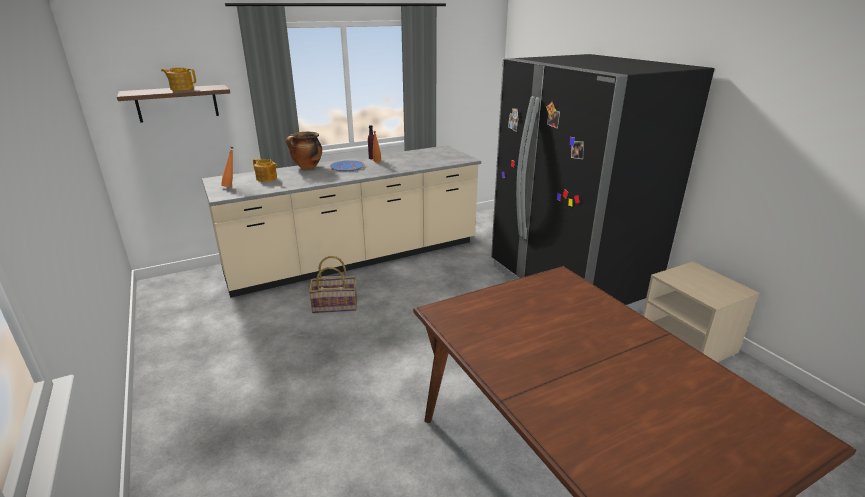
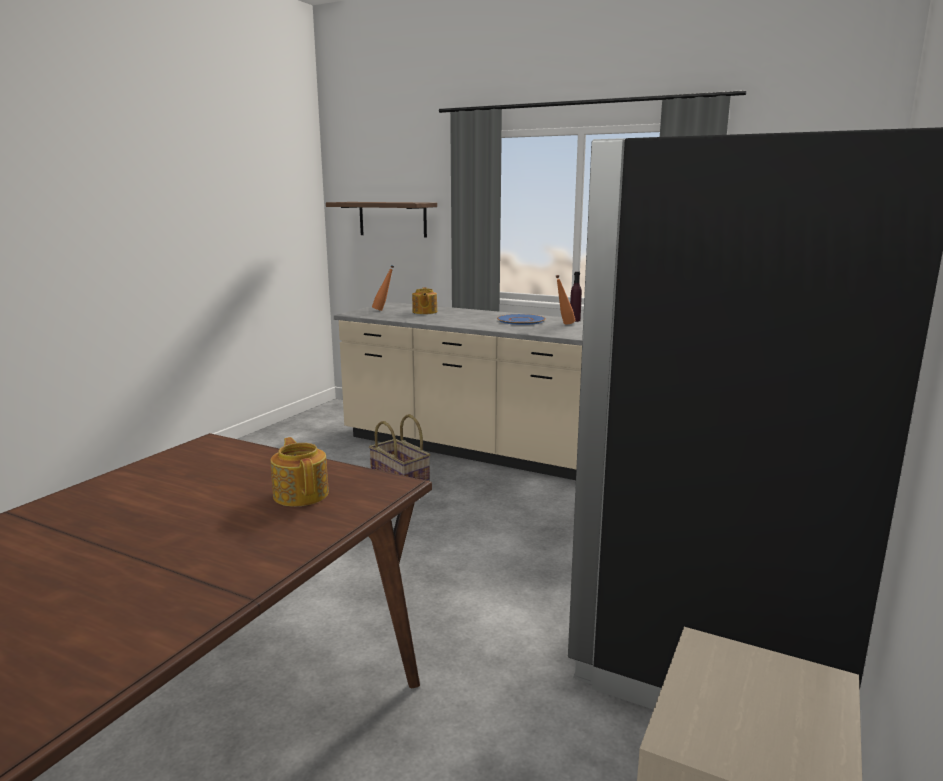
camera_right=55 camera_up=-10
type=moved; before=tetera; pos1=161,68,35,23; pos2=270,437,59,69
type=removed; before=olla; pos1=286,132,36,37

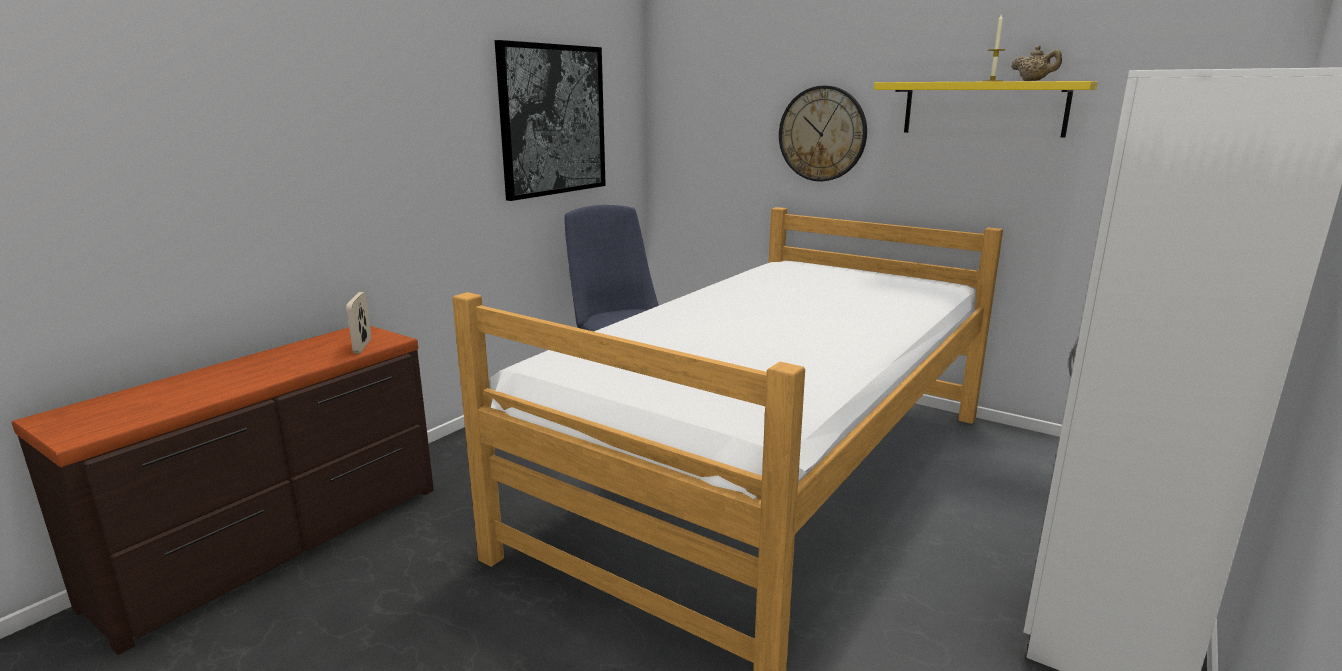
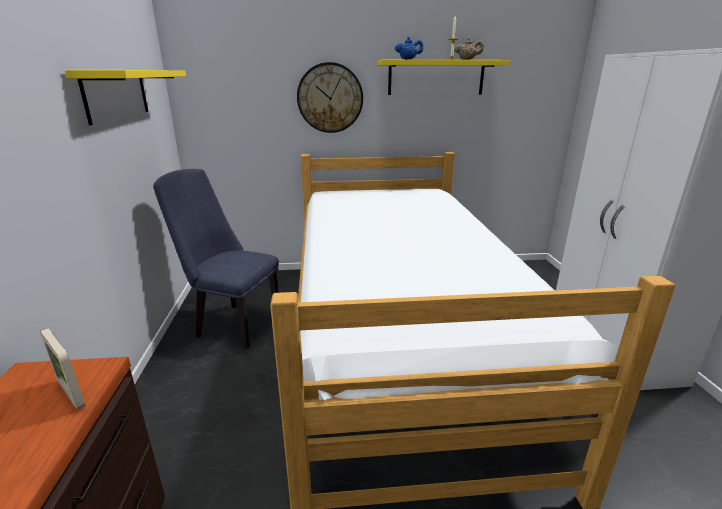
camera_right=-40 camera_up=5
type=replaced; before=cuadro; after=estante/amarillo; pos1=495,40,111,161; pos2=65,70,121,55
type=added; after=tetera/azul; pos2=395,37,28,23

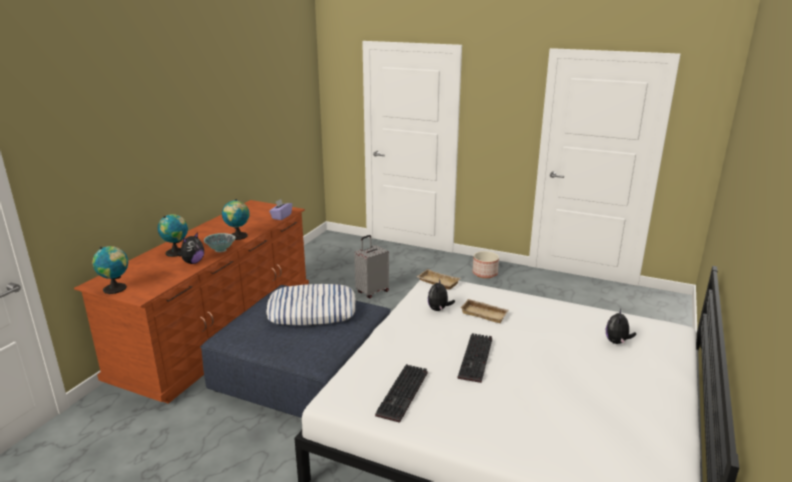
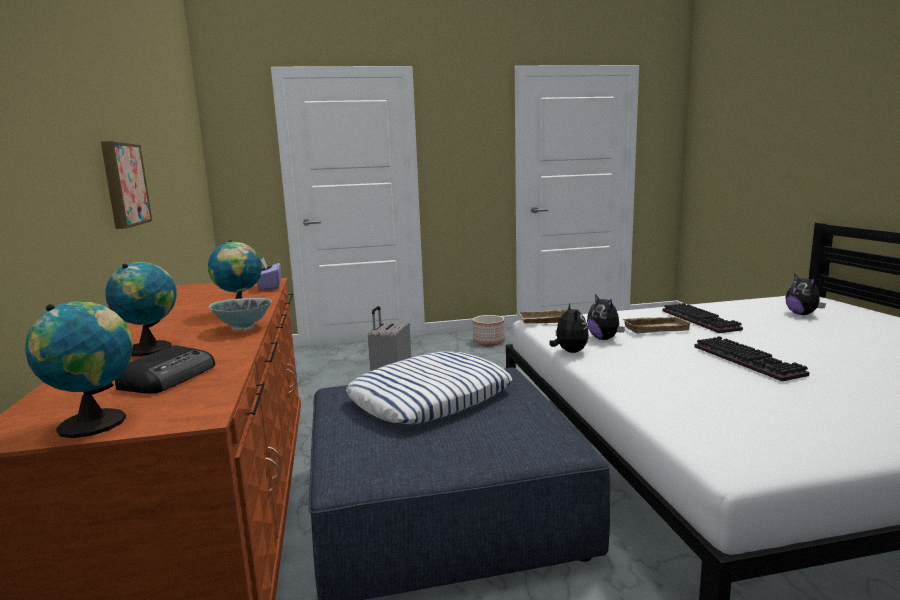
camera_right=-35 camera_up=-10
type=added; after=cuadro; pos2=101,141,51,88
type=added; after=radio; pos2=115,345,100,49
type=moved; before=peluche; pos1=177,232,27,32; pos2=549,304,40,49
type=moved; before=teclado; pos1=375,364,53,59; pos2=662,303,81,30

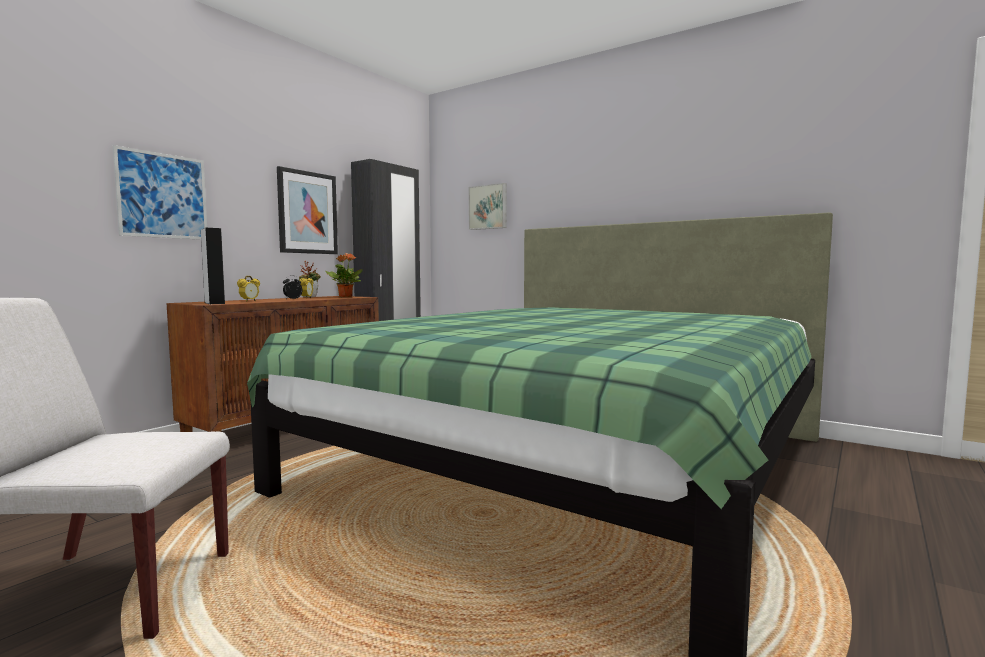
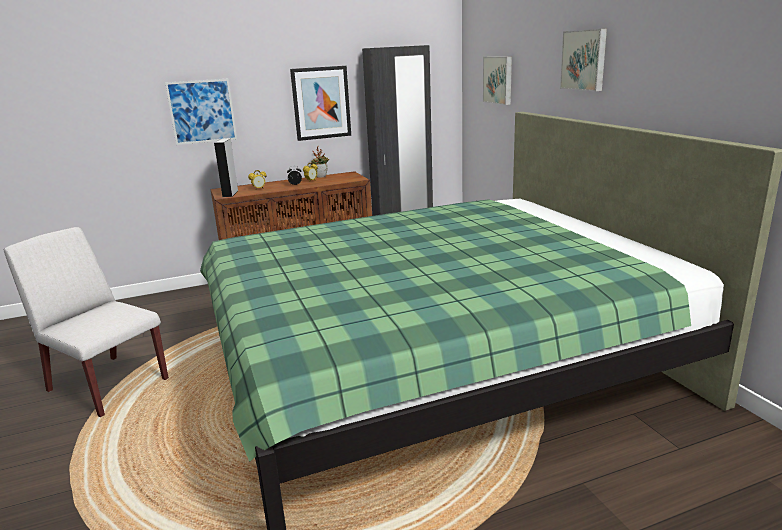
camera_right=35 camera_up=15
type=added; after=cuadro; pos2=560,29,47,62
type=removed; before=planta en maceta; pos1=325,253,38,44

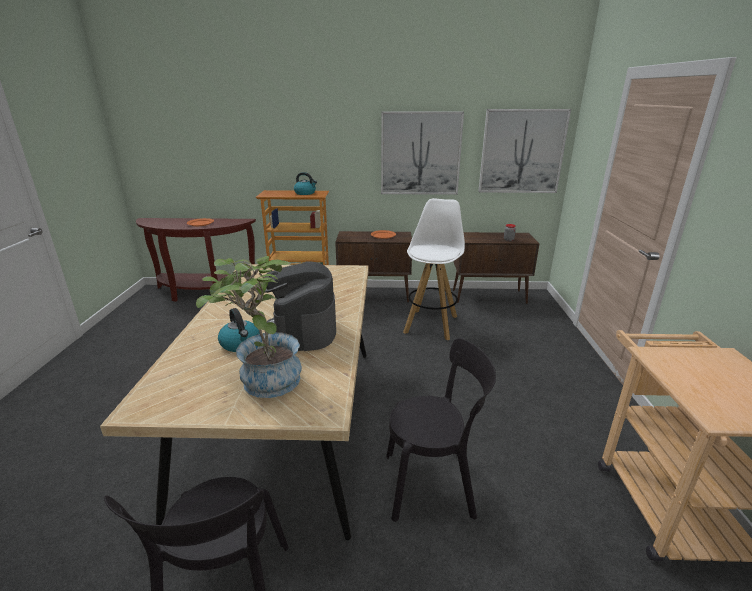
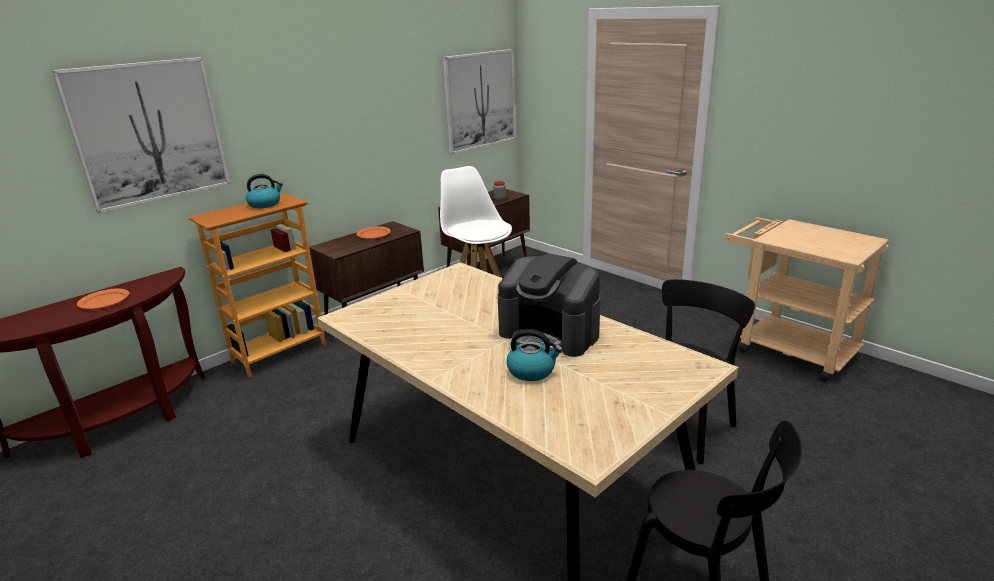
camera_right=-45 camera_up=0
type=moved; before=cuadro; pos1=381,111,83,84; pos2=51,57,179,156
type=removed; before=planta en maceta; pos1=196,256,106,142

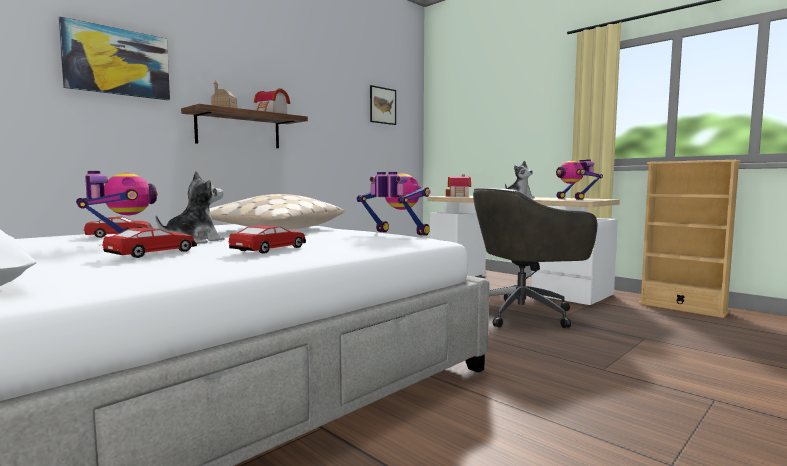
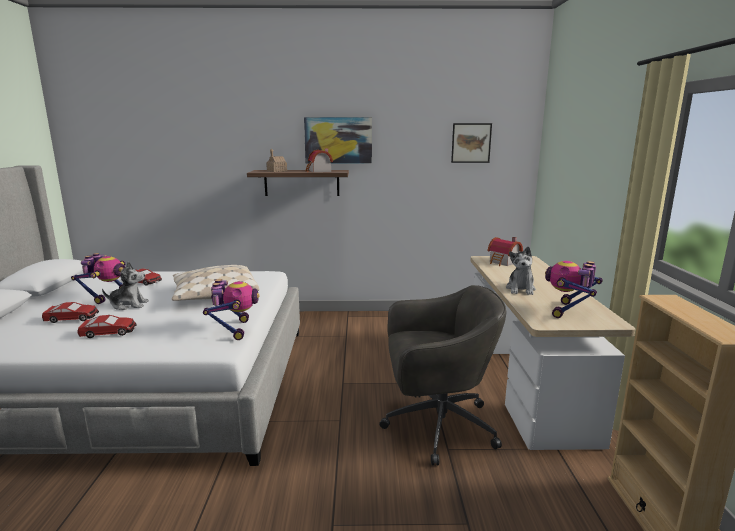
camera_right=45 camera_up=10
type=moved; before=cuadro; pos1=59,17,111,83; pos2=304,117,68,47
type=turned; before=silla de oficina/gris; pos1=473,188,124,140; pos2=379,285,128,180; turn=150

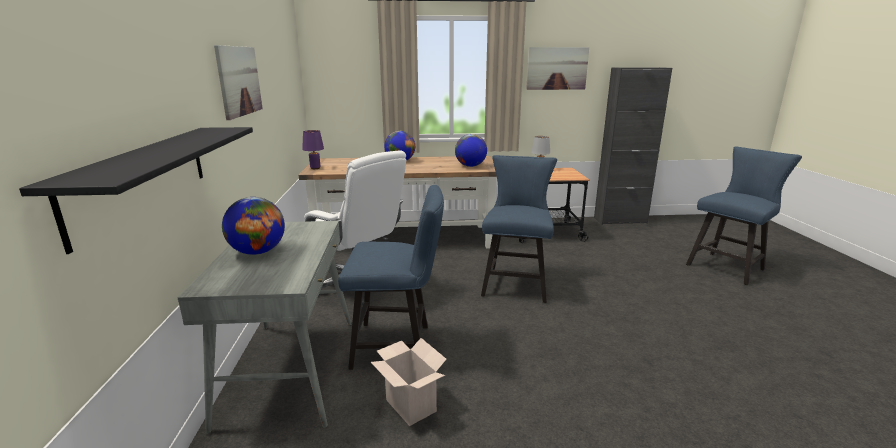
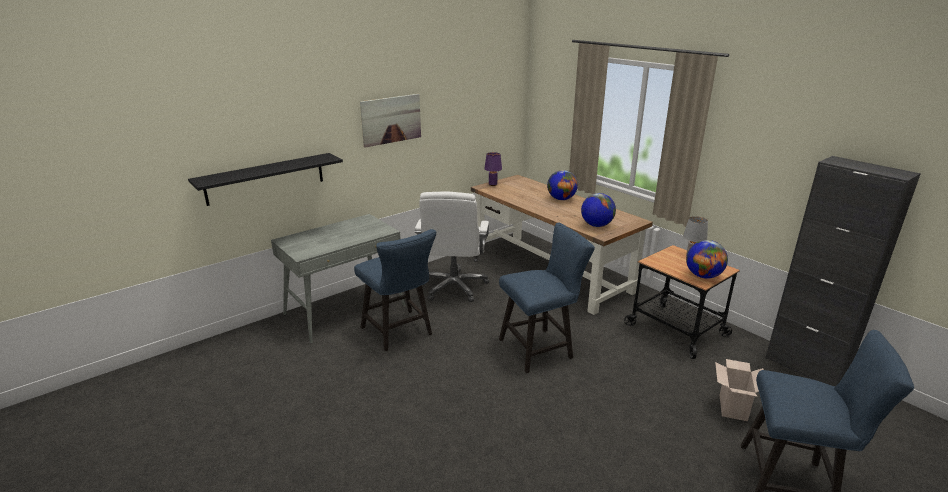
camera_right=55 camera_up=5
type=moved; before=globo terráqueo; pos1=222,197,63,58; pos2=686,240,42,38
type=moved; before=caja de cartón; pos1=371,338,76,88; pos2=715,359,49,62
type=removed; before=cuadro; pos1=526,47,63,43

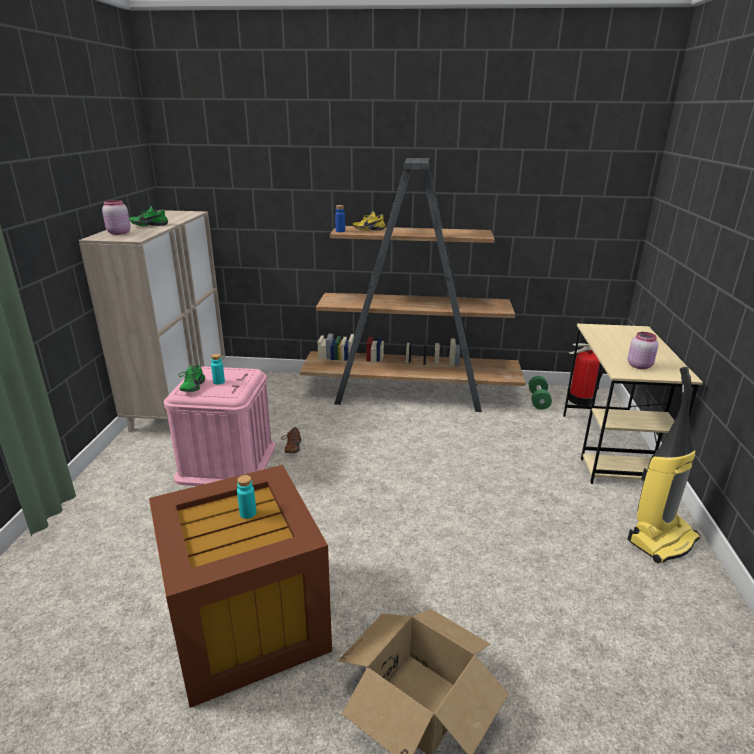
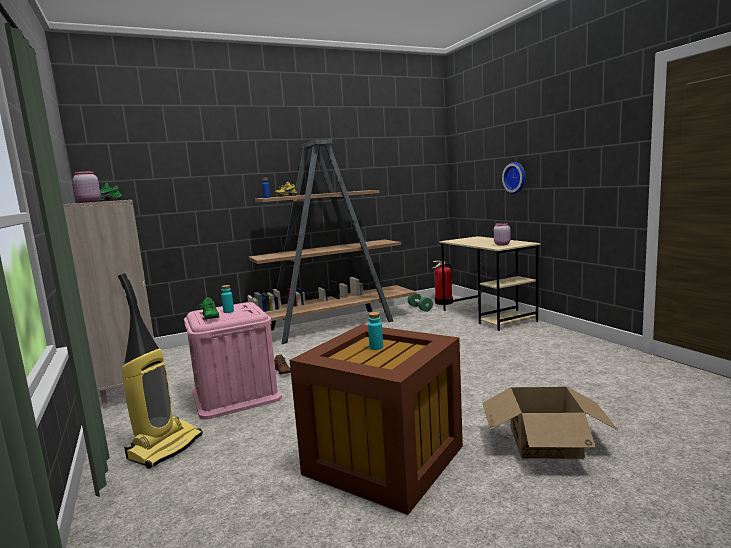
camera_right=-30 camera_up=-15
type=moved; before=aspiradora; pos1=627,367,73,196; pos2=118,273,84,196
type=added; after=reloj de pared; pos2=502,162,24,32

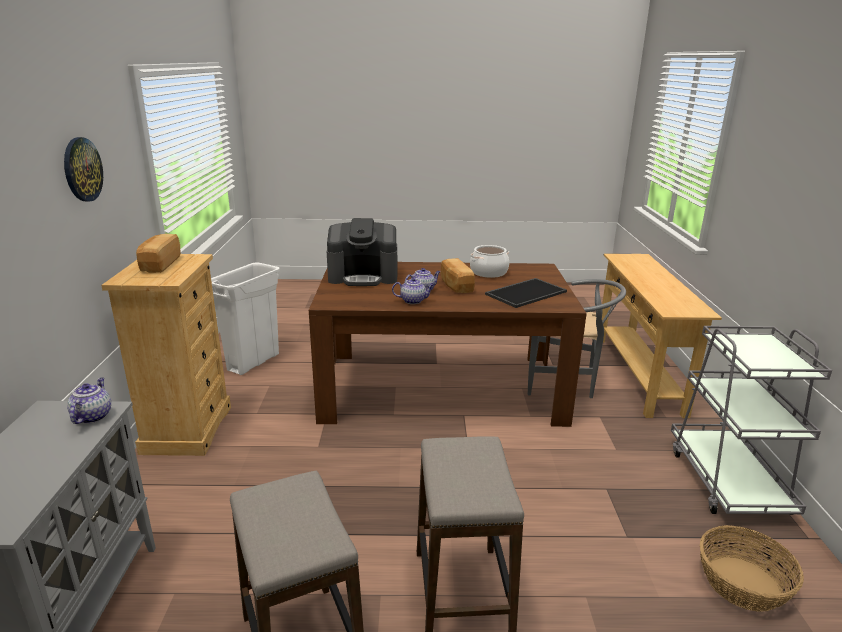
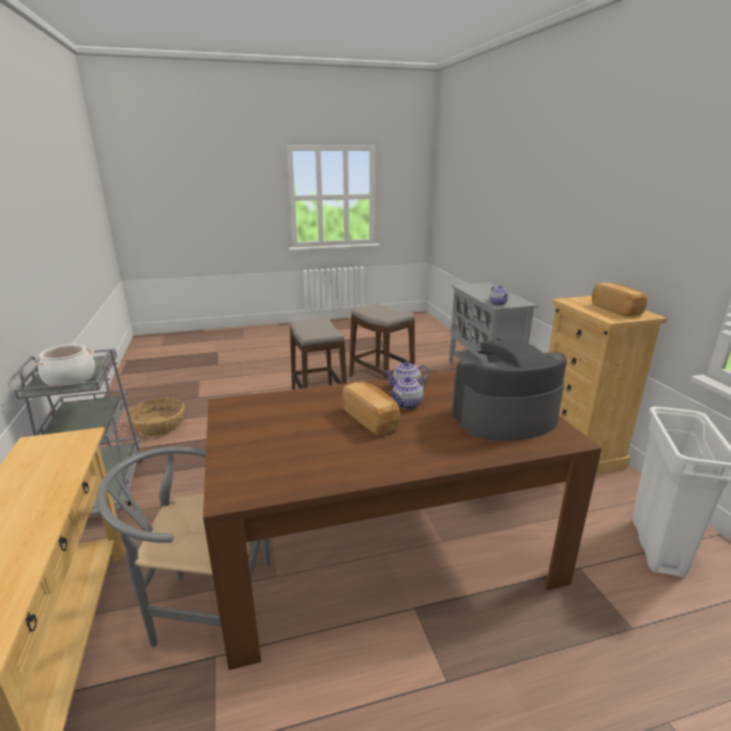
camera_right=165 camera_up=0
type=moved; before=olla; pos1=470,245,39,33; pos2=33,344,62,42
type=removed; before=reloj de pared; pos1=64,137,39,64
type=removed; before=bandeja; pos1=485,278,82,30

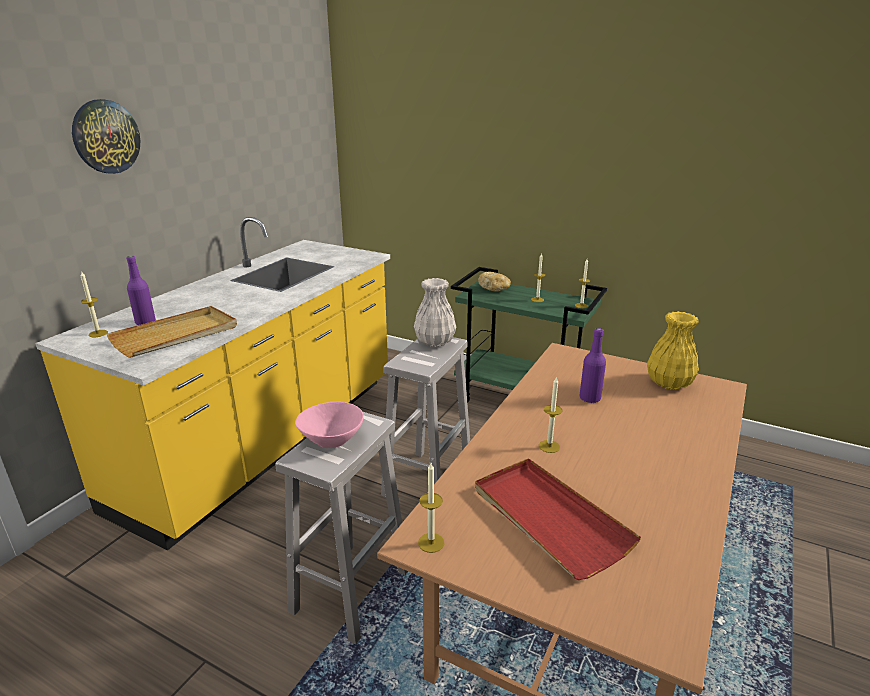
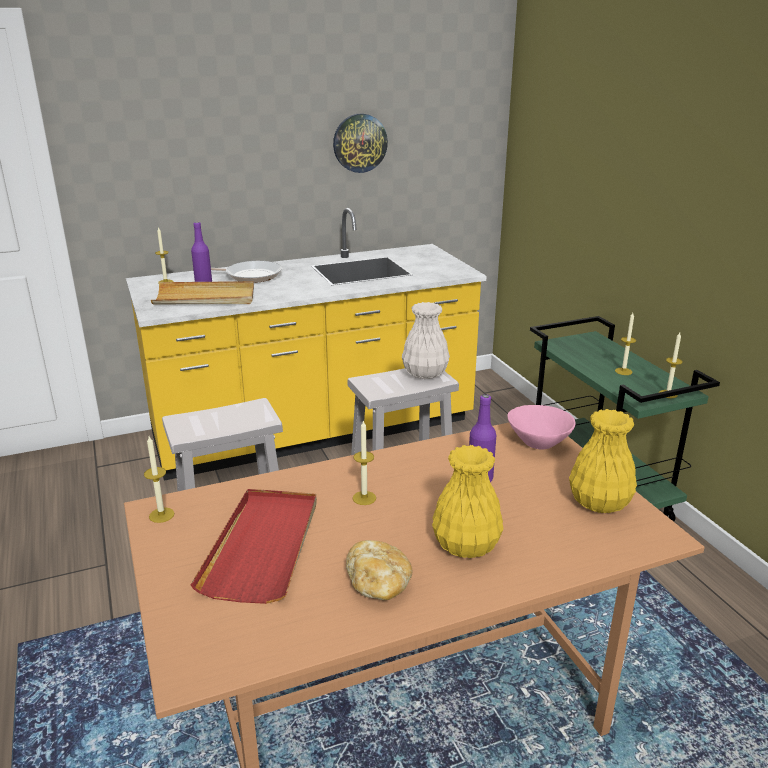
camera_right=40 camera_up=0
type=added; after=sartén; pos2=211,261,71,22
type=moved; before=reloj de pared; pos1=72,99,68,75; pos2=333,114,55,59
type=moved; before=pan; pos1=478,272,33,20; pos2=346,540,66,60
type=added; after=florero/amarillo; pos2=432,445,72,113
type=moved; before=cuenco/rosa; pos1=295,402,69,46; pos2=507,405,69,45

